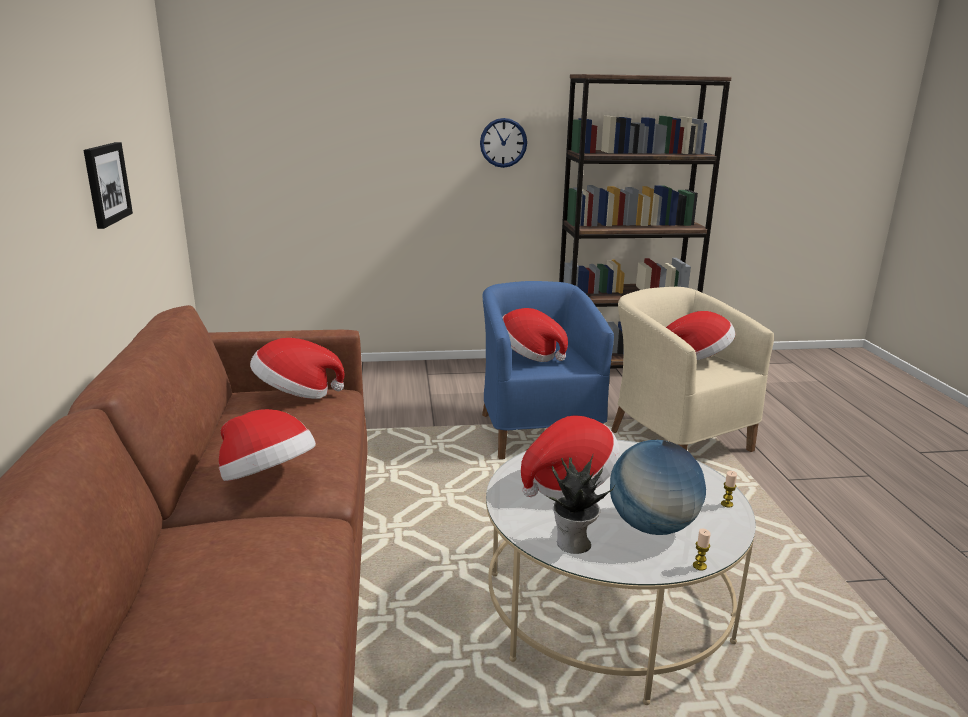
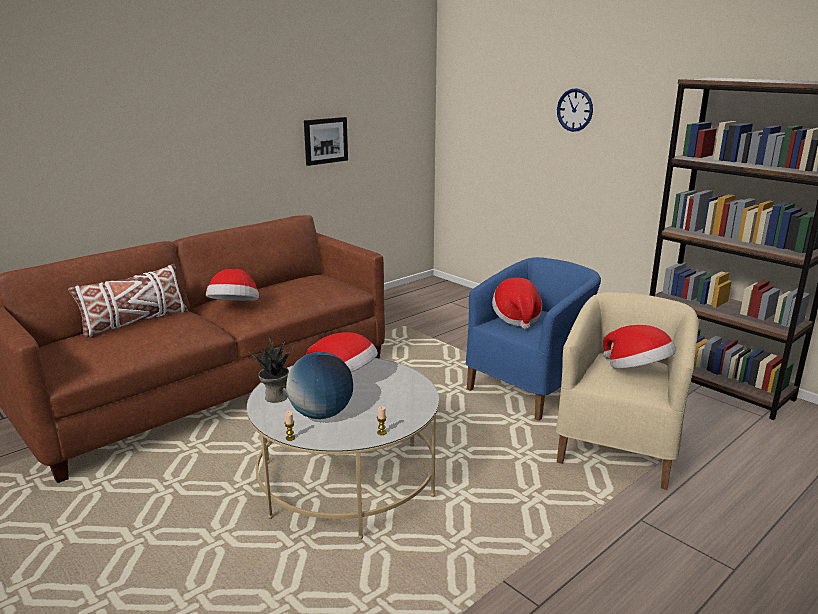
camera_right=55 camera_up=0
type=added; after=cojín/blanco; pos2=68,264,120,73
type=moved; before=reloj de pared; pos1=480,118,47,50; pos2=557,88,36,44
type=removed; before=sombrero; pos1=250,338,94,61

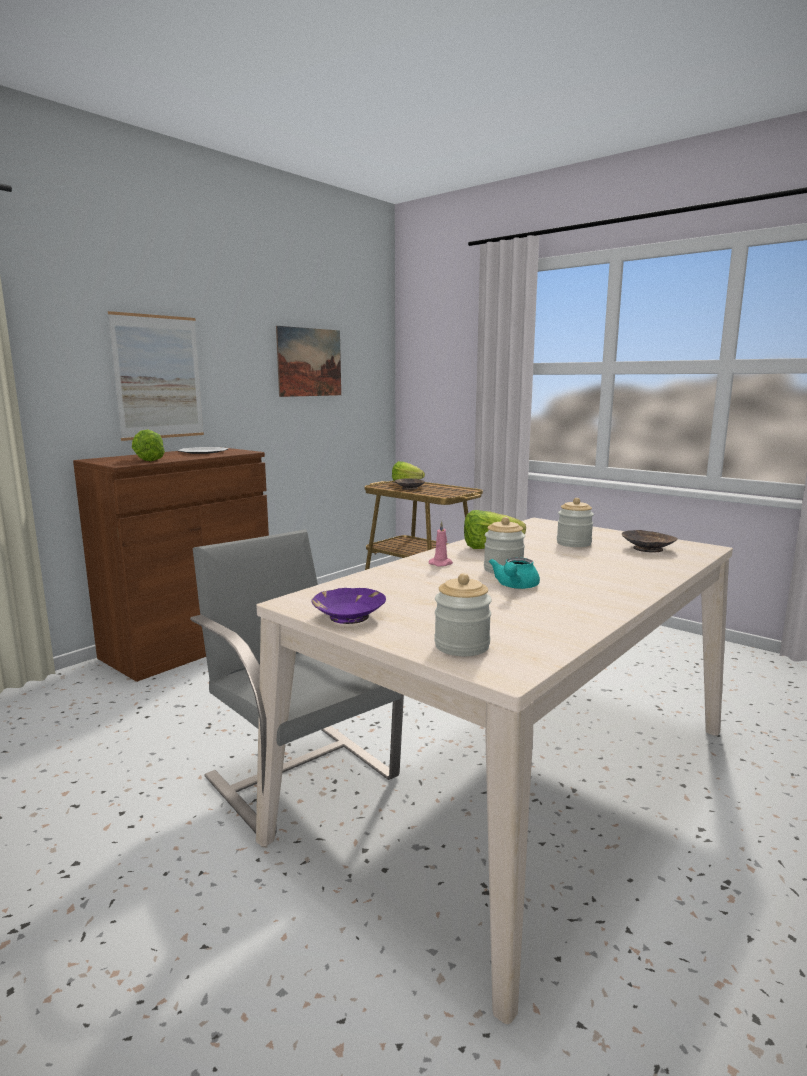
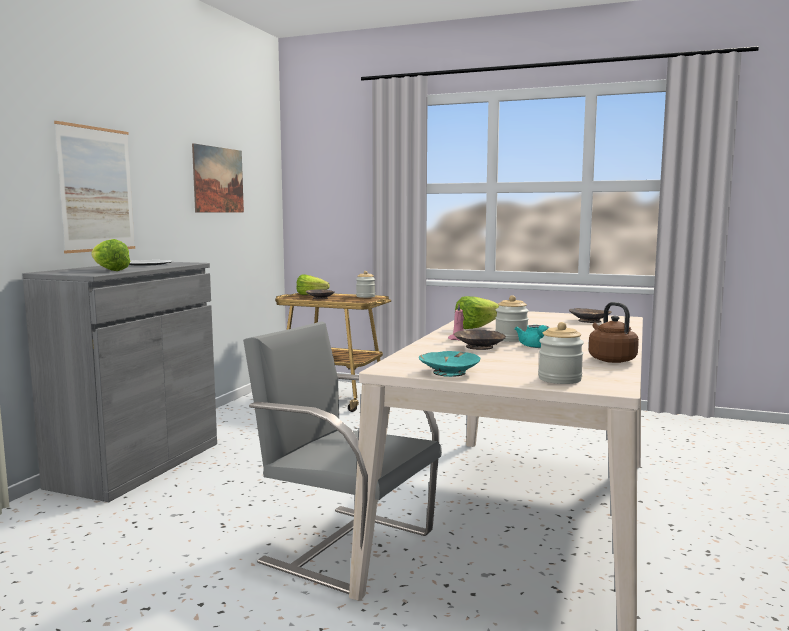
camera_right=-20 camera_up=-5
type=recoloured; before=armario/marrón; after=armario/gris; pos1=73,447,196,235; pos2=22,262,195,240
type=moved; before=tarro; pos1=557,498,37,49; pos2=356,271,19,27
type=recoloured; before=cuenco/morado; after=cuenco/turquesa; pos1=312,588,74,36; pos2=419,351,61,26
type=added; after=cuenco/marrón; pos2=454,330,52,20
type=added; after=hervidor/marrón; pos2=589,302,50,61

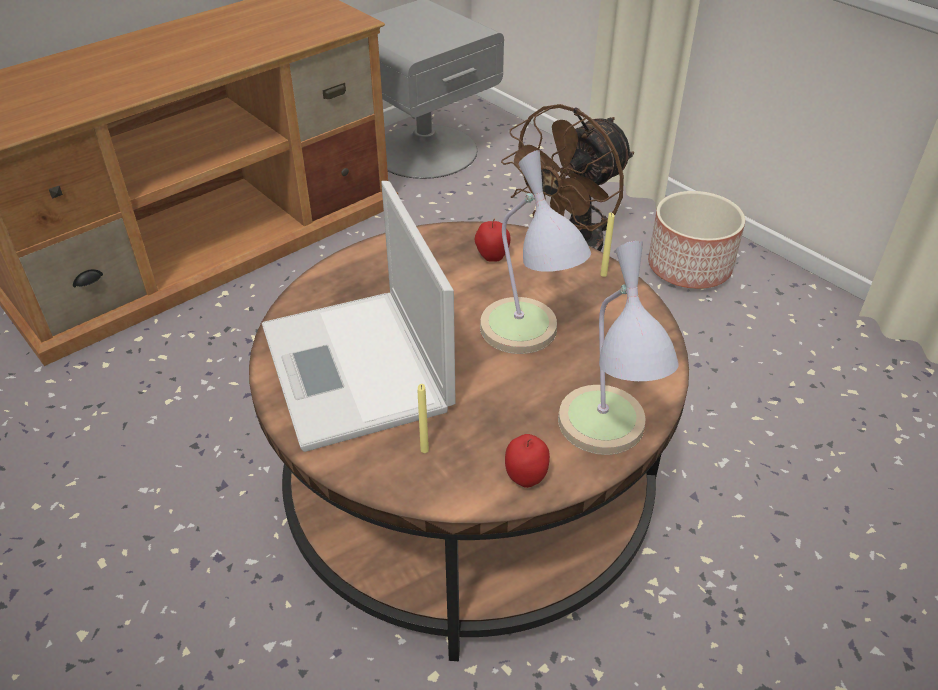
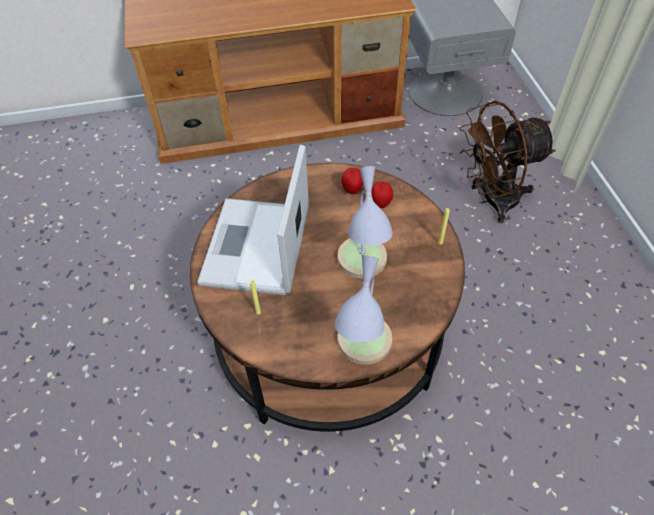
camera_right=30 camera_up=10
type=moved; before=manzana; pos1=505,434,45,54; pos2=341,168,22,26
type=removed; before=maceta; pos1=648,191,97,98

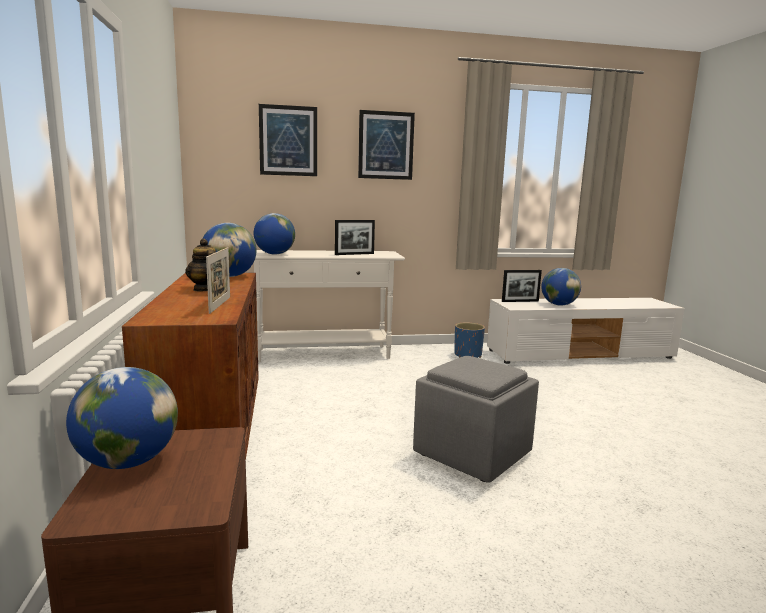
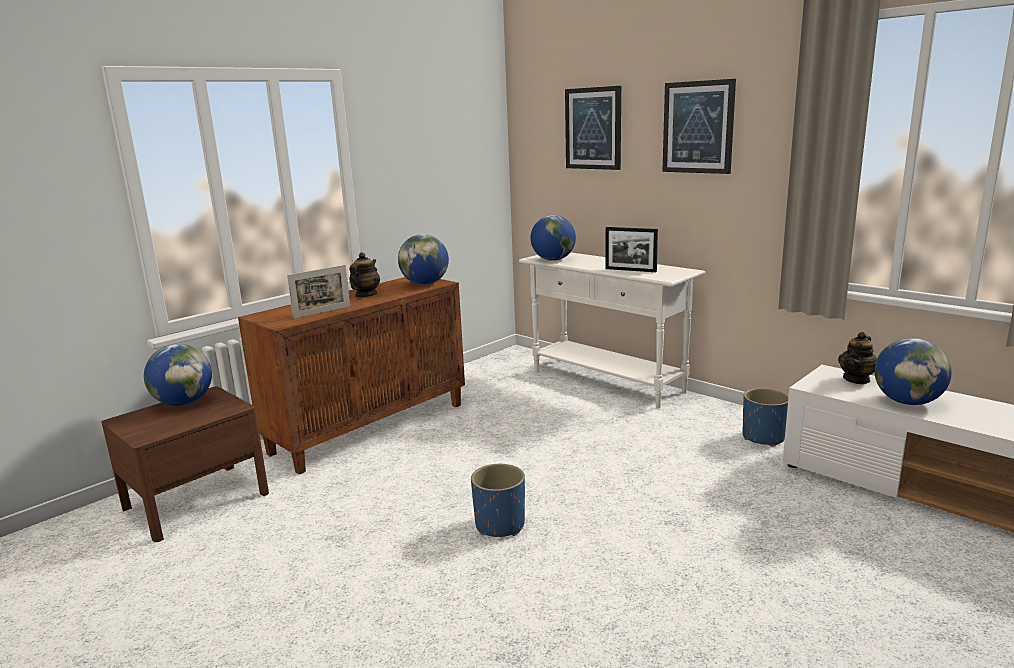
camera_right=55 camera_up=5
type=replaced; before=puf/gris; after=maceta/azul; pos1=413,356,126,127; pos2=471,464,54,73
type=replaced; before=portarretratos; after=tetera; pos1=502,270,40,32; pos2=838,332,39,52

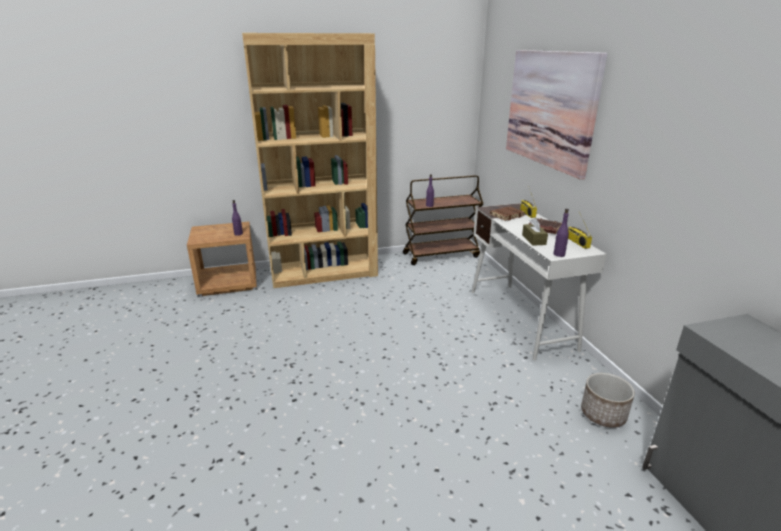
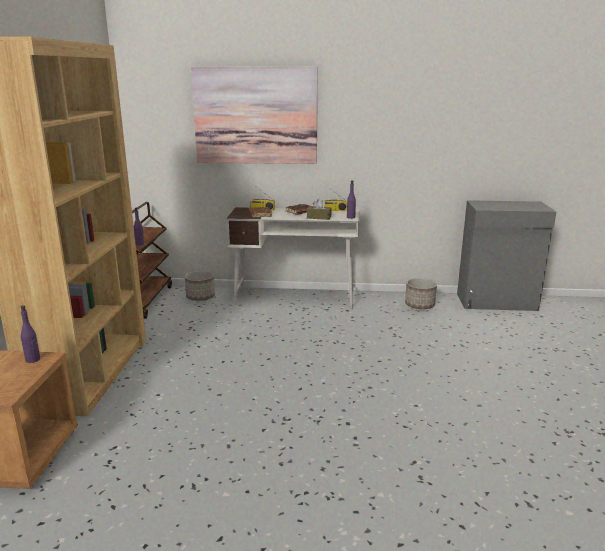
camera_right=-70 camera_up=-5
type=added; after=maceta; pos2=185,271,30,30

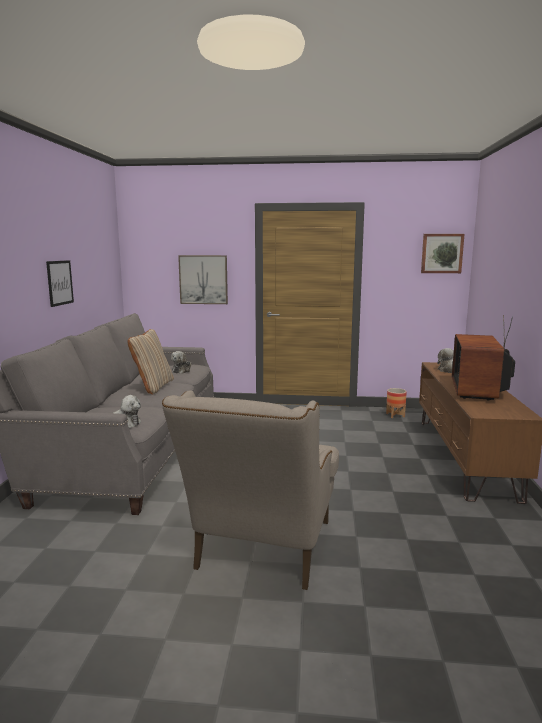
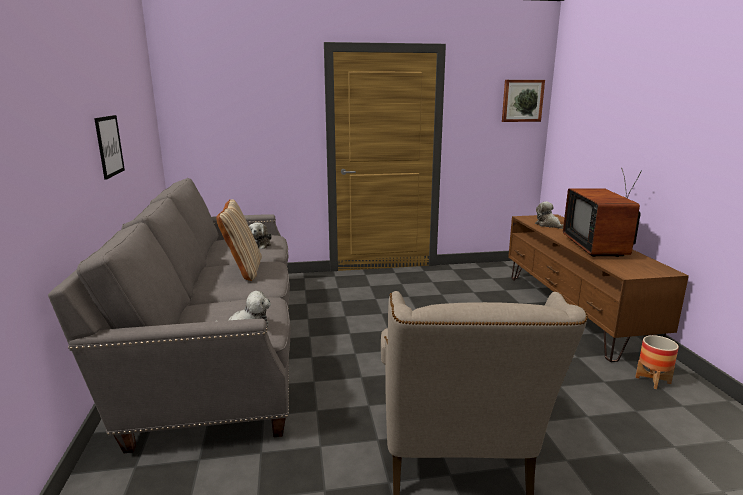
camera_right=-15 camera_up=5
type=moved; before=maceta; pos1=386,388,21,30; pos2=635,335,44,54
type=removed; before=cuadro; pos1=178,255,50,49

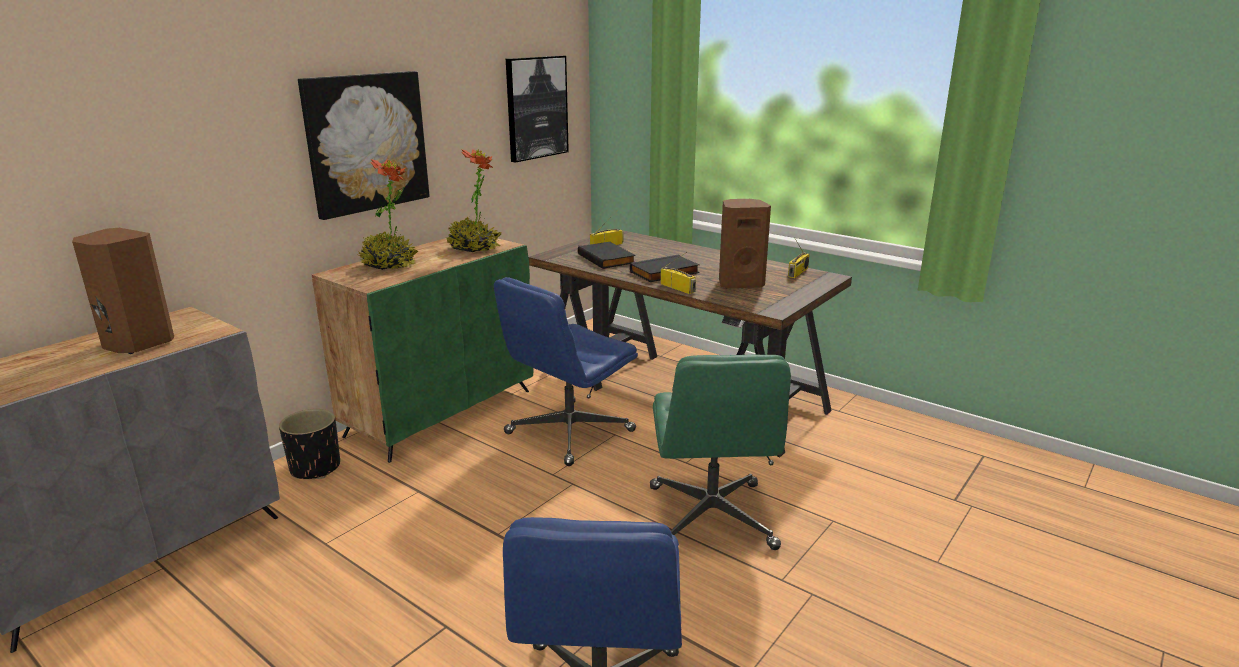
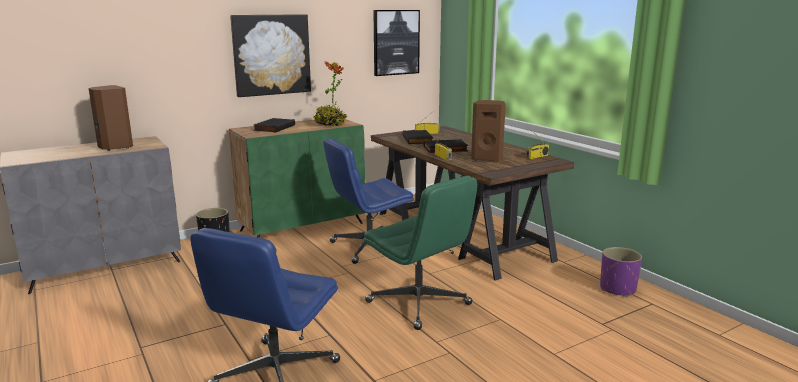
camera_right=20 camera_up=-5
type=replaced; before=planta en maceta; after=libro/negro; pos1=358,159,60,111; pos2=254,118,41,14
type=turned; before=silla de oficina/verde; pos1=650,355,141,195; pos2=363,176,114,154; turn=-60
type=added; after=maceta/morado; pos2=600,247,42,50

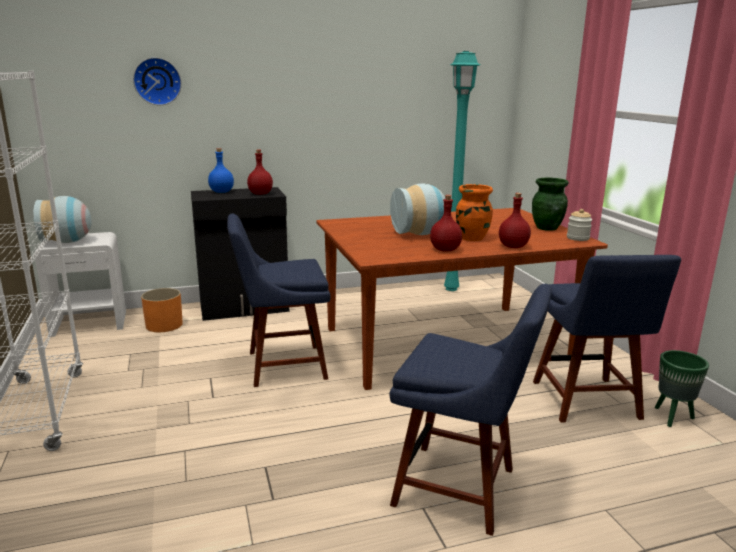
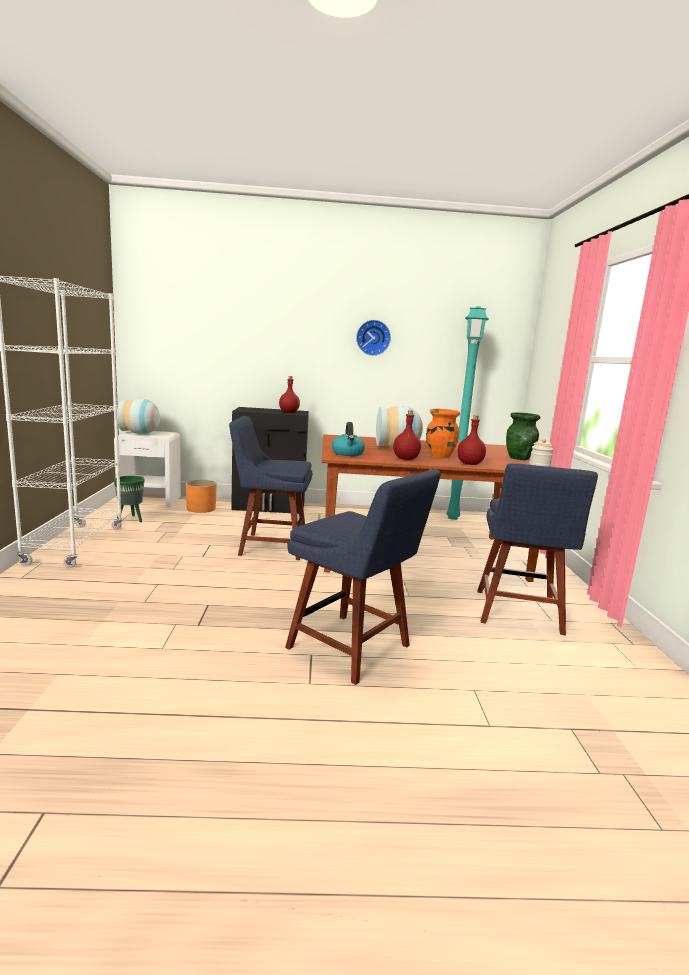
camera_right=15 camera_up=-5
type=moved; before=maceta/verde; pos1=655,350,54,77; pos2=114,476,30,46
type=added; after=hervidor; pos2=332,422,33,34
type=moved; before=reloj de pared; pos1=133,57,49,48; pos2=356,320,35,36
type=removed; before=botella/azul; pos1=208,148,26,45

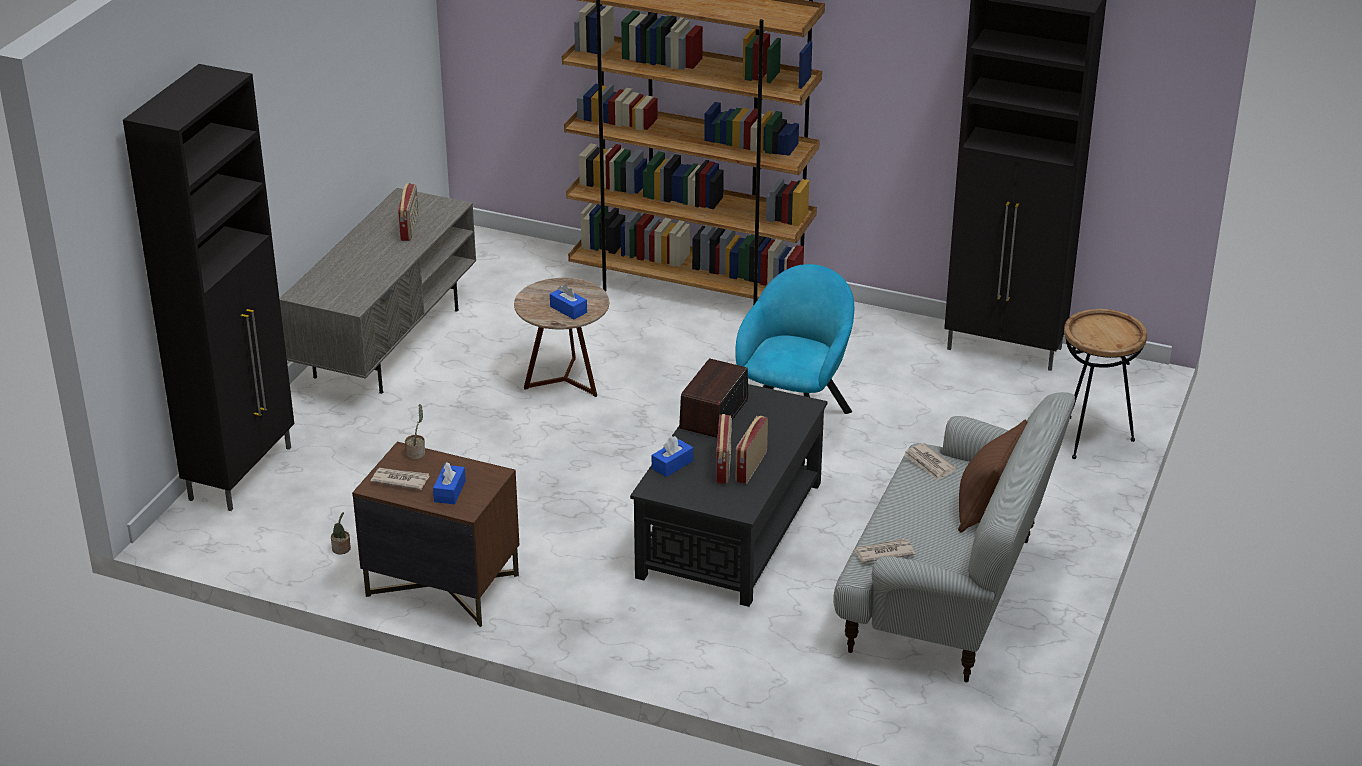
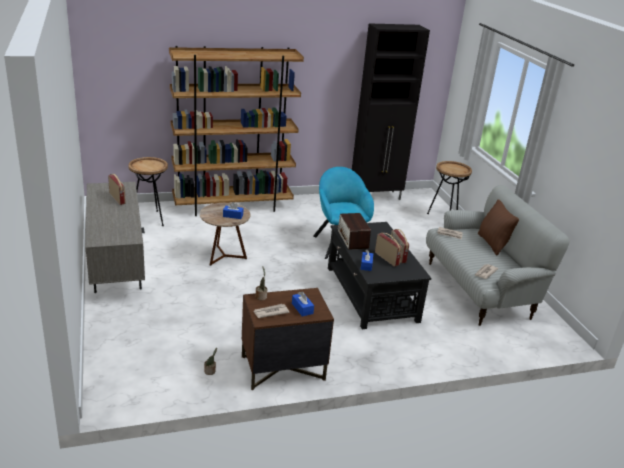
camera_right=-40 camera_up=-5
type=added; after=mesa auxiliar/marrón; pos2=128,157,40,69
type=removed; before=armario/negro; pos1=123,64,171,447

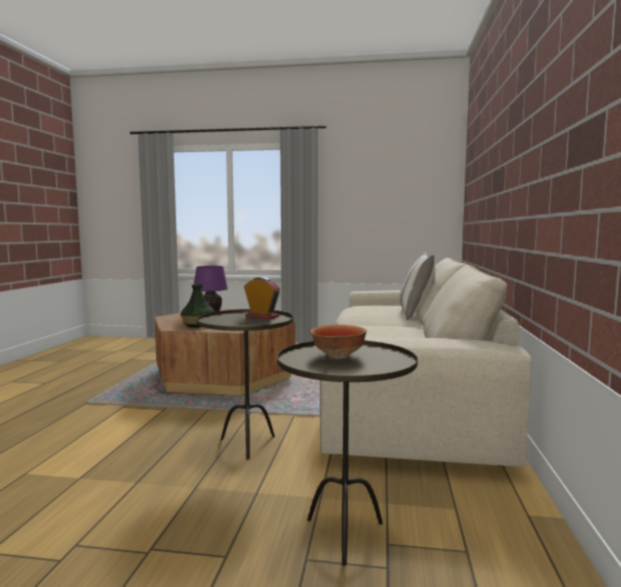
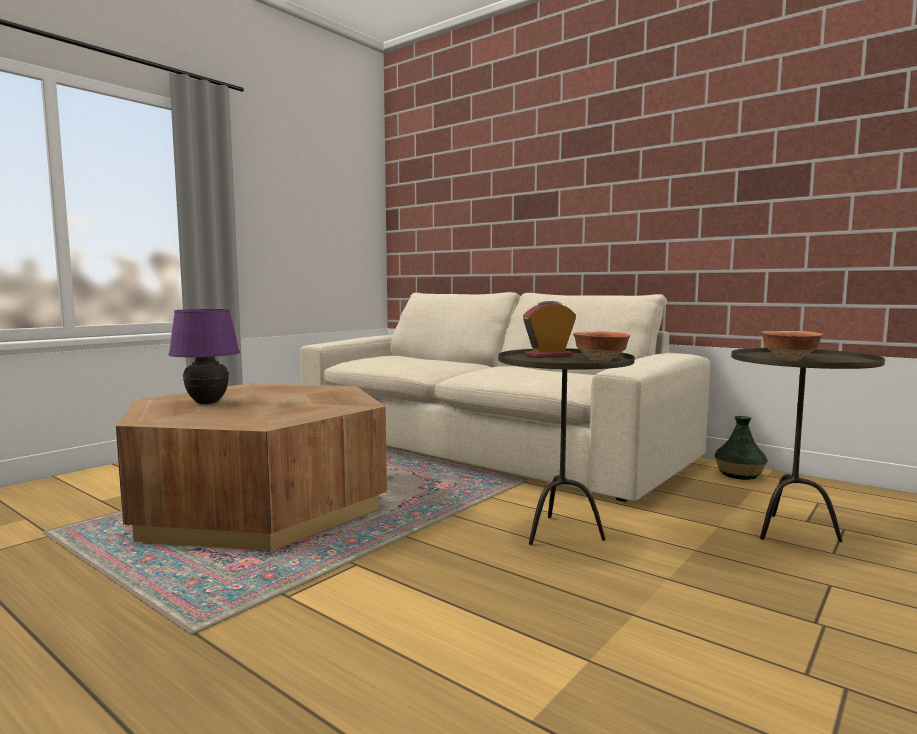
camera_right=-60 camera_up=0
type=added; after=cuenco; pos2=573,331,57,30
type=moved; before=florero; pos1=180,284,35,43; pos2=714,416,54,64
type=removed; before=cojín; pos1=400,252,35,68

